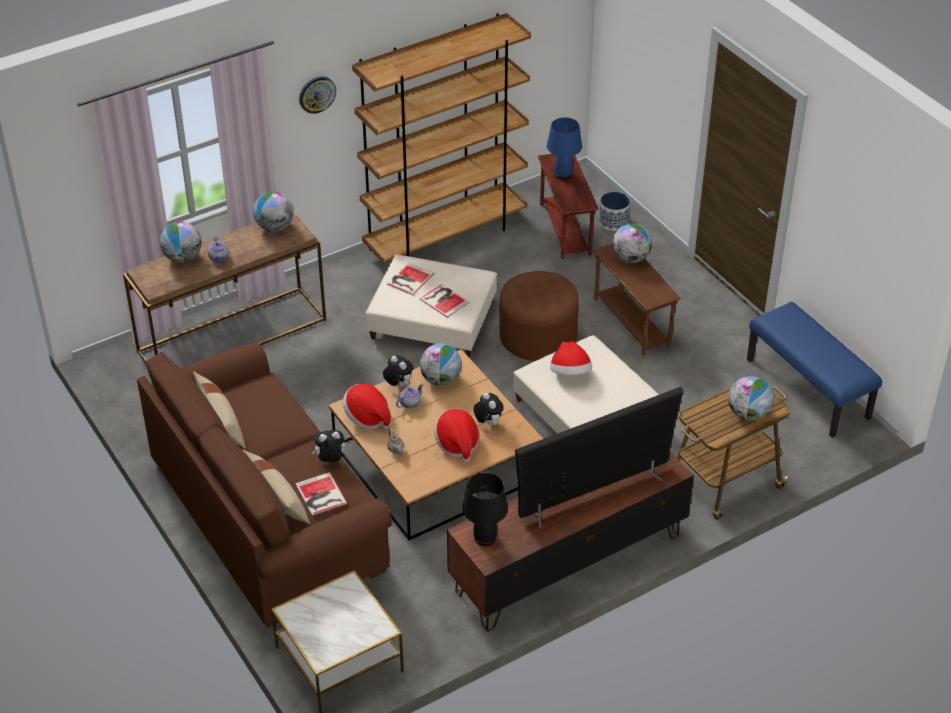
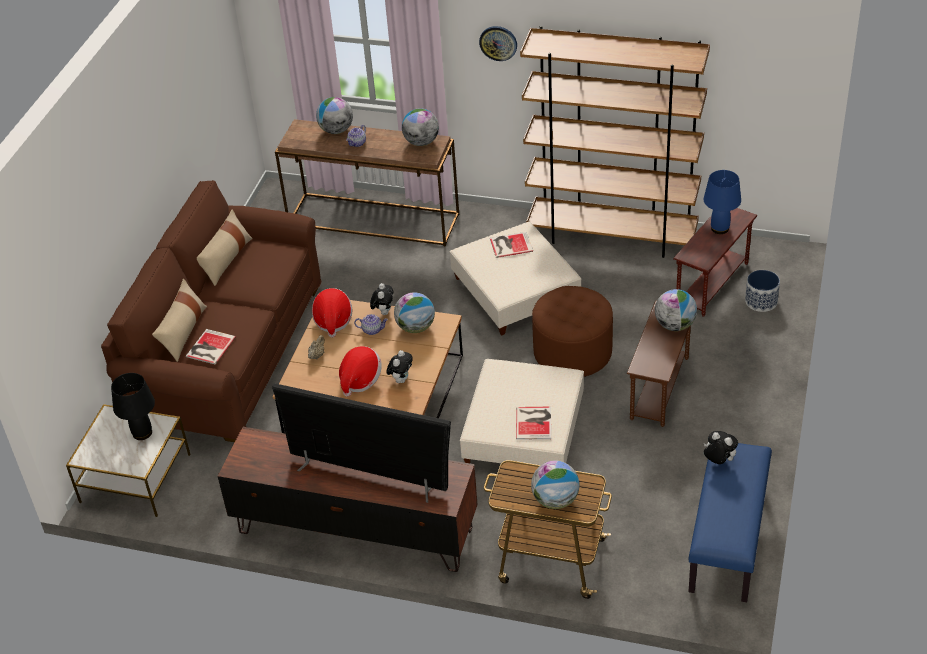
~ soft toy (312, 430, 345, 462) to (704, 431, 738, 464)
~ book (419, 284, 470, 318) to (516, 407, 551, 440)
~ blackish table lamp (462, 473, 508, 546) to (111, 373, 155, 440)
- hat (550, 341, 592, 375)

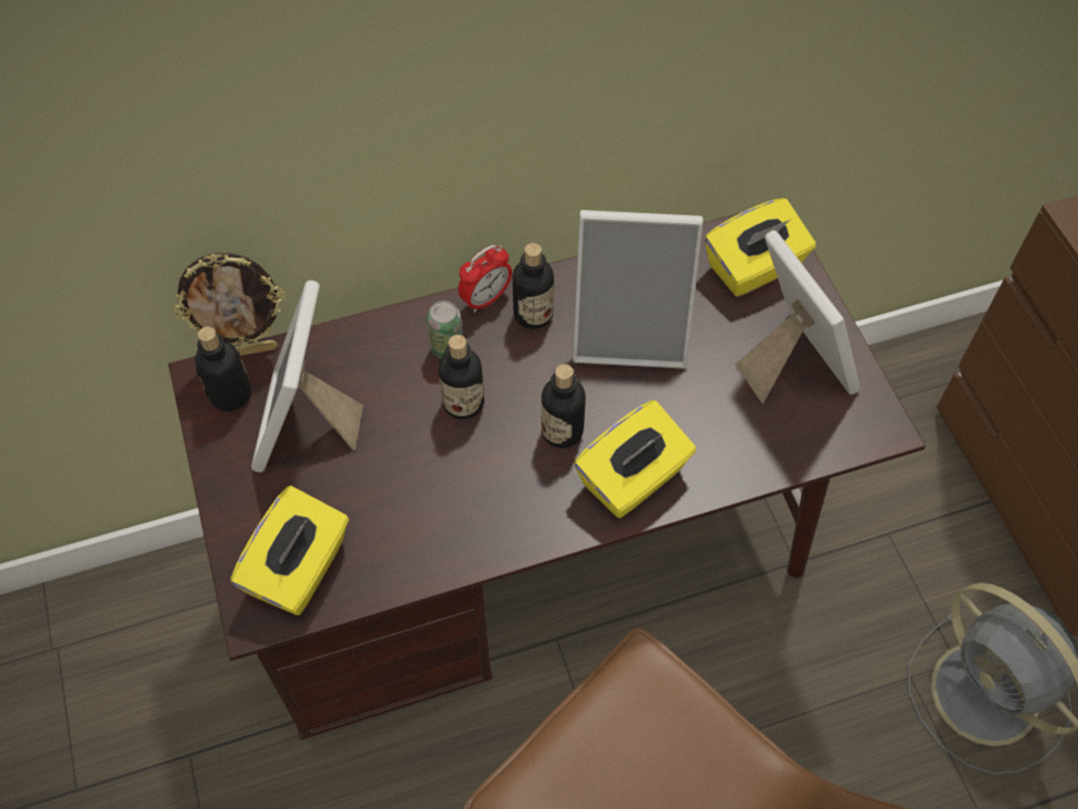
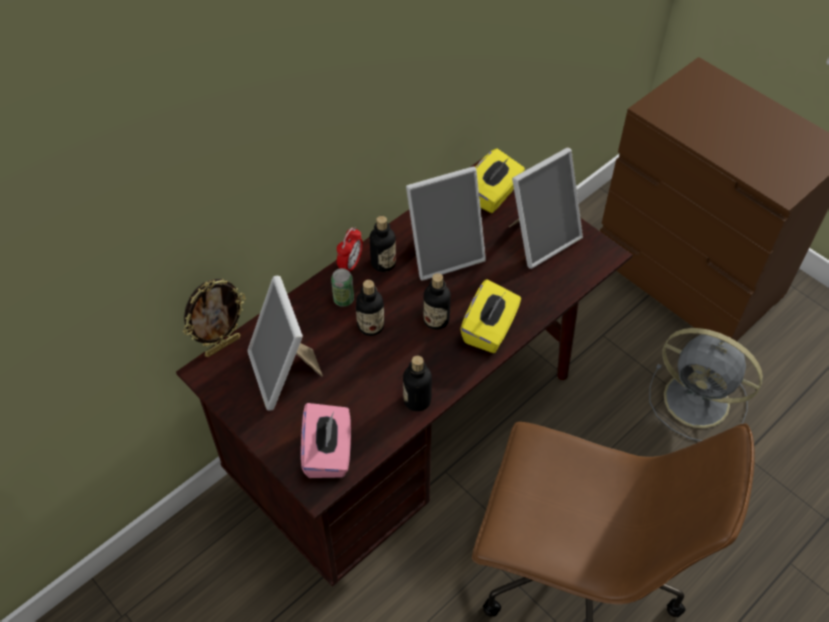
~ drink bottle (195, 327, 251, 411) to (403, 356, 432, 411)
~ yellow tissue box (230, 486, 349, 615) to pink tissue box (301, 403, 351, 478)
~ picture frame (735, 230, 860, 403) = (509, 148, 583, 269) 105 degrees clockwise

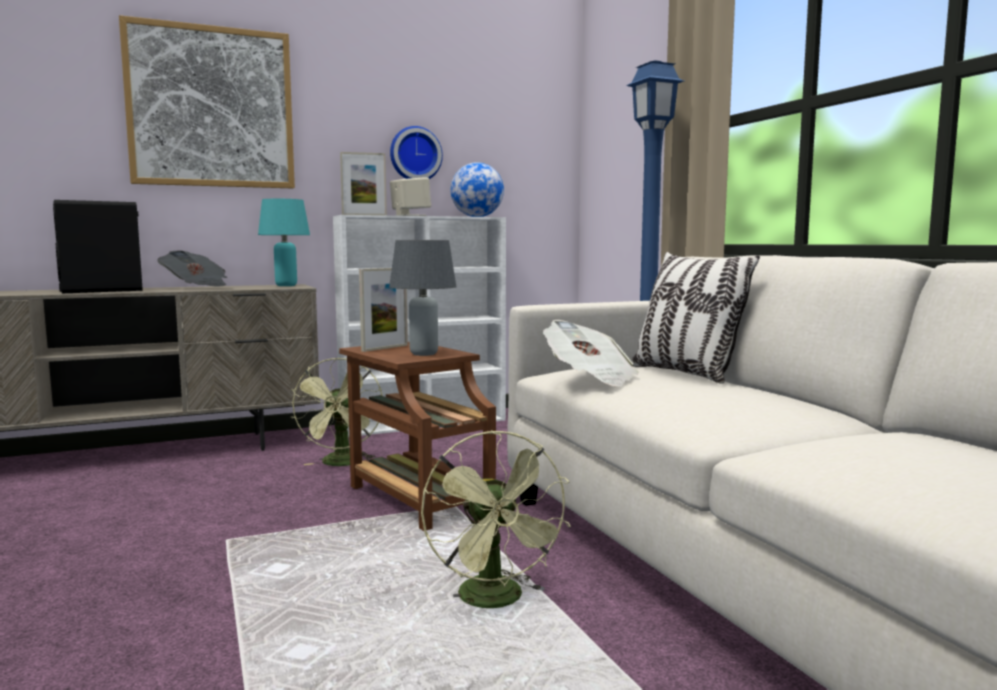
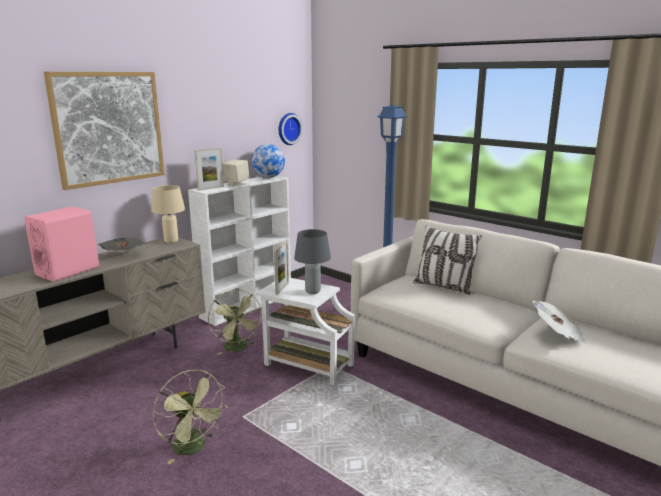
~ blackish speaker (53, 200, 142, 293) to pink speaker (24, 206, 99, 282)
~ turquoise-coloured table lamp (258, 199, 310, 286) to sand-coloured table lamp (151, 185, 185, 243)
~ brownish side table (339, 342, 496, 531) to whitish side table (256, 277, 355, 385)
~ hanging clock (390, 126, 443, 179) to (279, 113, 303, 145)
~ green-coloured fan (421, 430, 571, 608) to (152, 370, 228, 464)
~ printed paper (543, 320, 639, 387) to (533, 301, 587, 344)

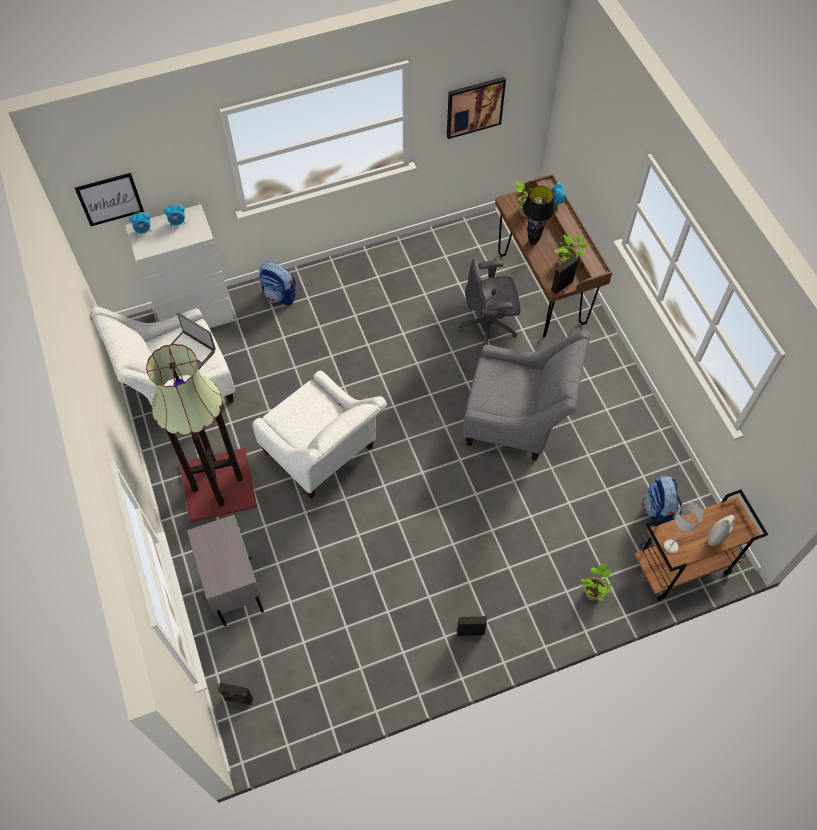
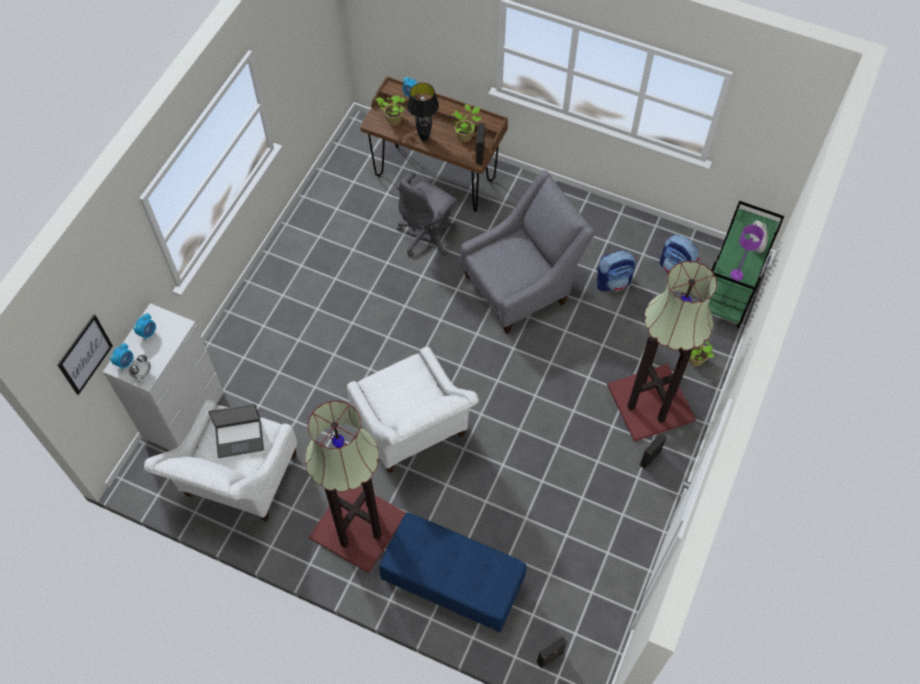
~ gray nightstand (187, 515, 264, 626) to blue-coloured indoor bench (379, 513, 527, 632)
~ whitish armchair (253, 370, 387, 499) = (347, 347, 479, 473) 60 degrees clockwise
~ backpack (259, 262, 296, 306) to (596, 250, 636, 291)
- picture (447, 77, 506, 139)
~ brownish trolley (634, 489, 768, 601) to green-coloured trolley (709, 201, 784, 328)
~ gray table lamp (664, 503, 703, 553) to purplish table lamp (730, 225, 764, 281)
+ alarm clock (129, 355, 151, 381)
+ standard lamp (607, 261, 717, 442)

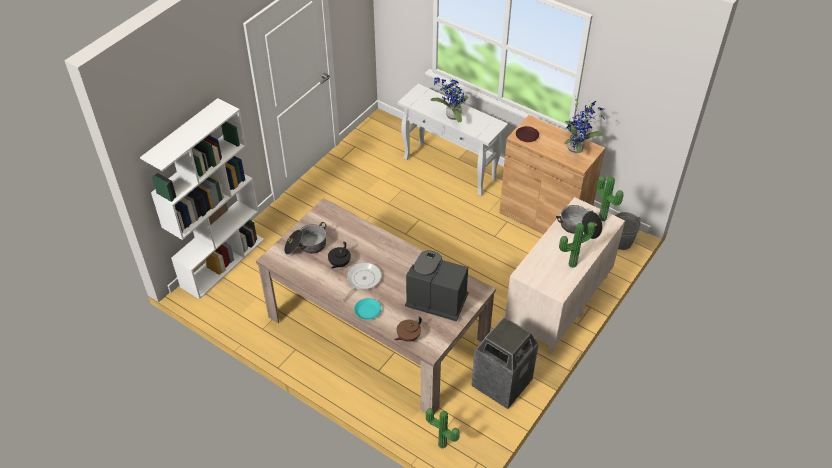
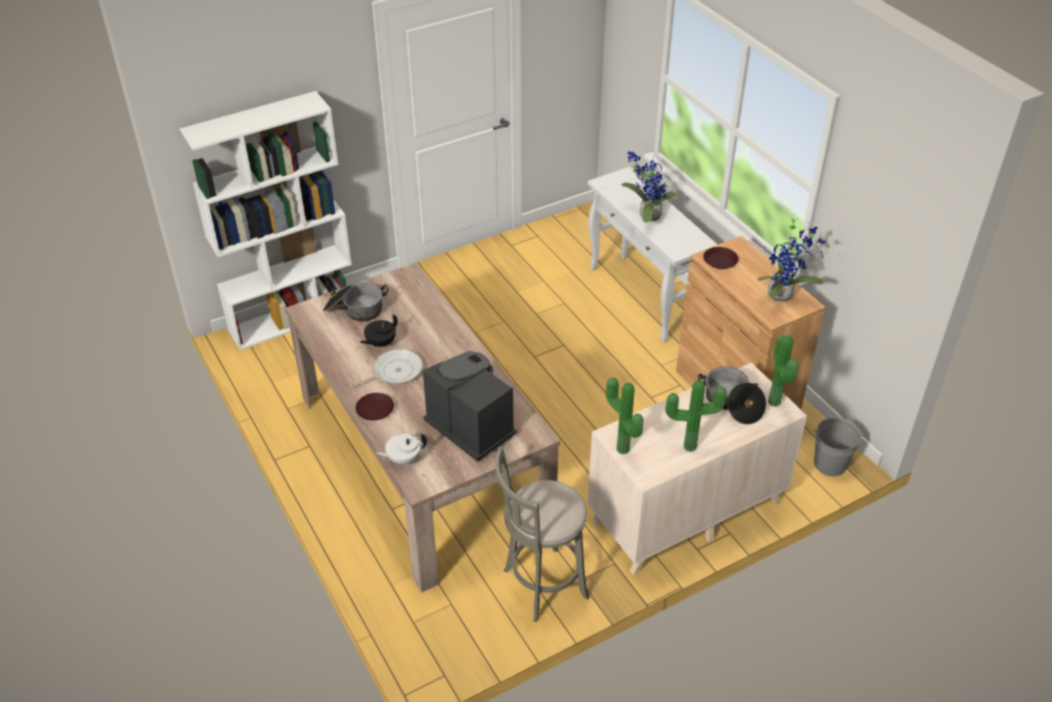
~ turquoise-coloured flat dish (354, 298, 381, 320) to brownish flat dish (356, 393, 394, 420)
~ brownish tea pot (394, 317, 422, 342) to whitish tea pot (376, 433, 427, 465)
~ houseplant (426, 408, 460, 449) to (606, 377, 643, 455)
~ waste bin (471, 317, 539, 409) to gray stool (495, 447, 589, 622)

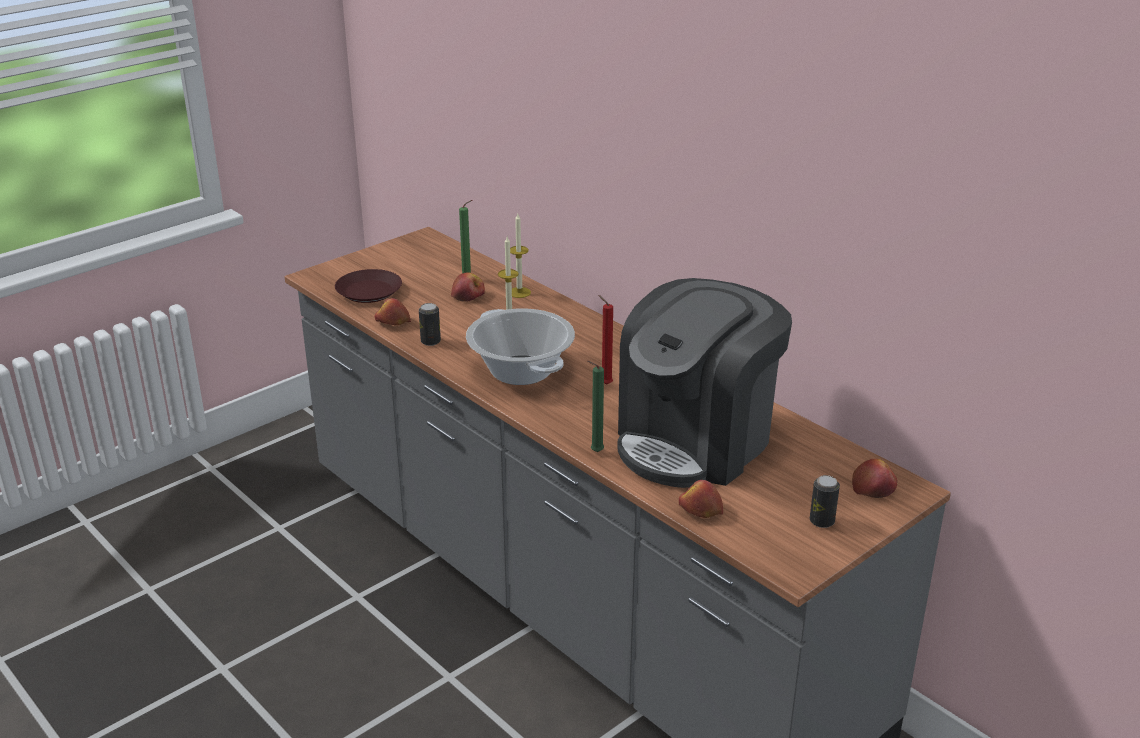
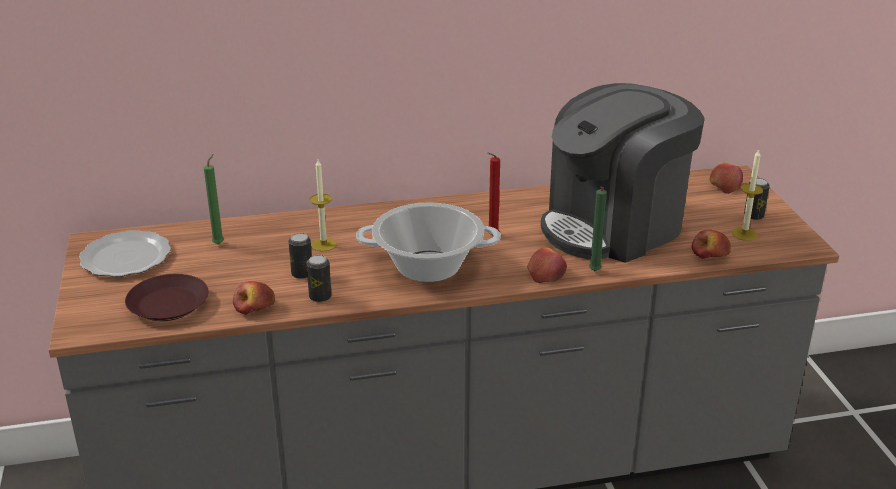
~ apple (451, 272, 485, 302) to (527, 247, 567, 283)
~ wax light (510, 214, 531, 298) to (732, 149, 763, 241)
~ coffee maker (618, 278, 792, 488) = (541, 83, 705, 263) 75 degrees clockwise
+ flat dish (79, 230, 171, 277)
+ sealed can (288, 233, 312, 279)

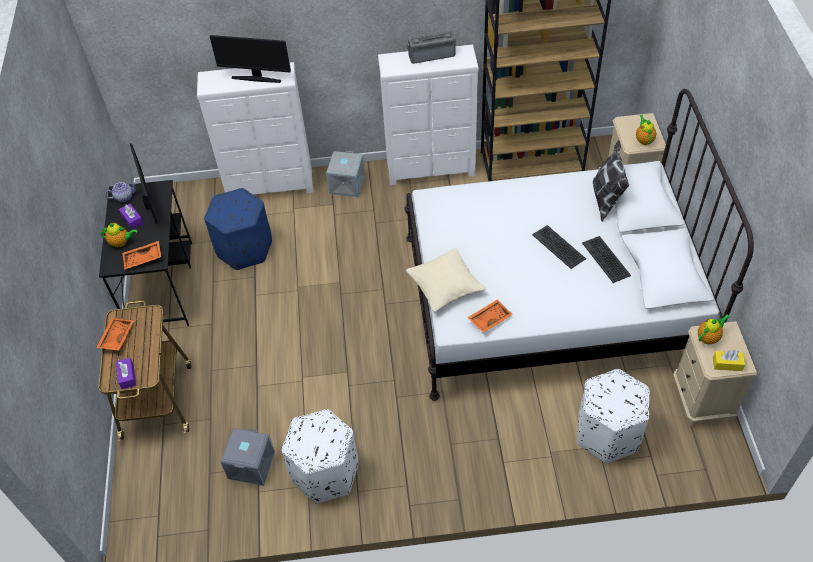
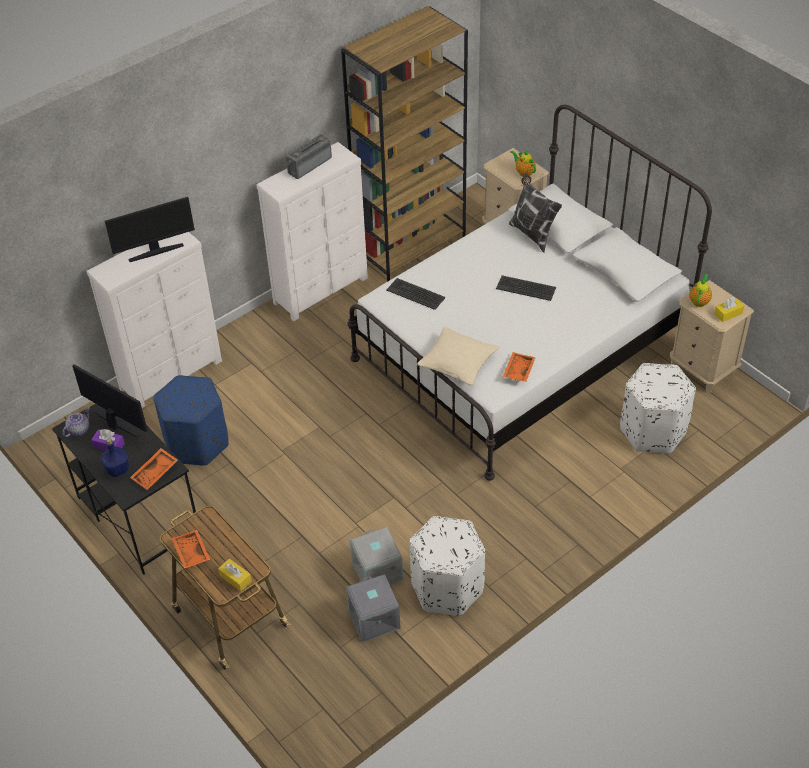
~ tea pot (100, 223, 137, 248) to blue-coloured drink bottle (100, 439, 129, 477)
~ purplish tissue box (116, 358, 136, 389) to yellow tissue box (218, 559, 252, 592)
~ gray storage container (326, 151, 365, 197) to (350, 527, 403, 585)
~ computer keyboard (582, 236, 631, 283) to (386, 278, 445, 310)

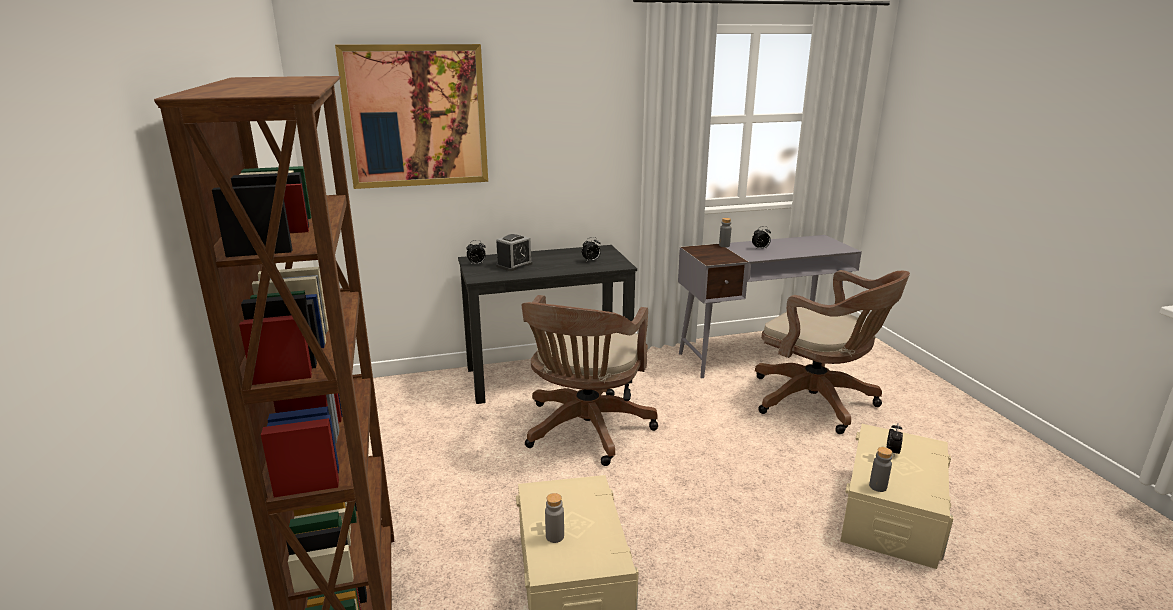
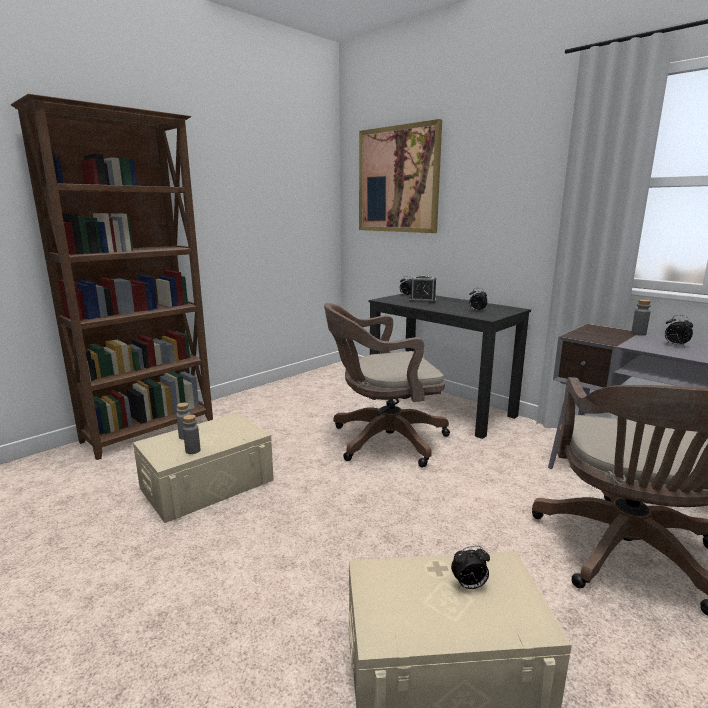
~ gray drink bottle (869, 447, 892, 492) to (183, 415, 200, 454)

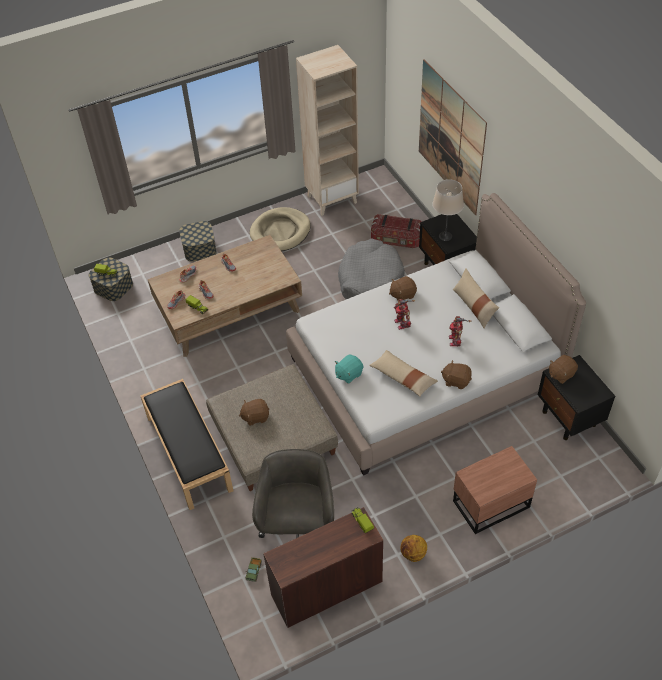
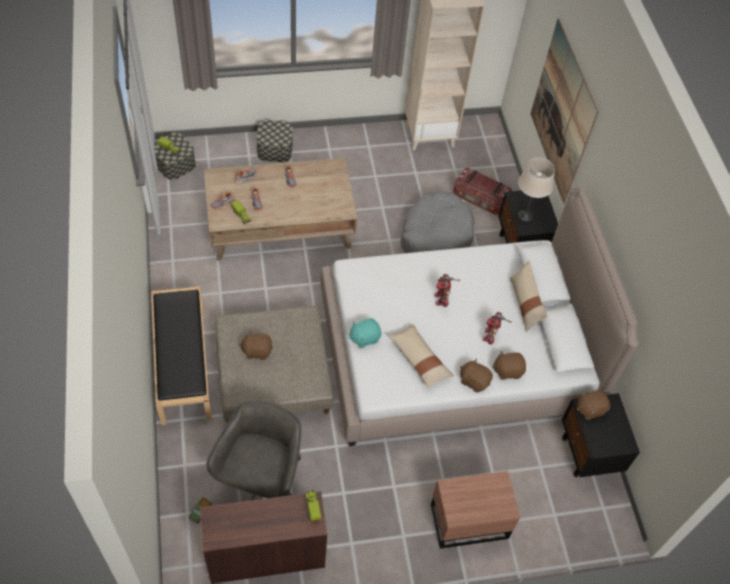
- sand-coloured dog cushion (250, 207, 311, 251)
~ brownish soft toy (389, 276, 417, 300) to (492, 351, 526, 380)
- basketball (400, 535, 427, 562)

